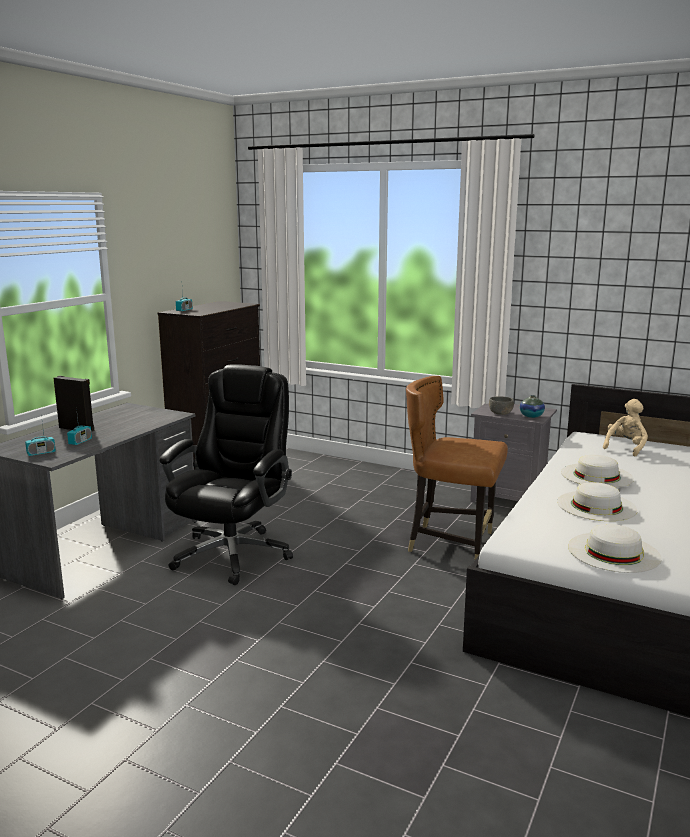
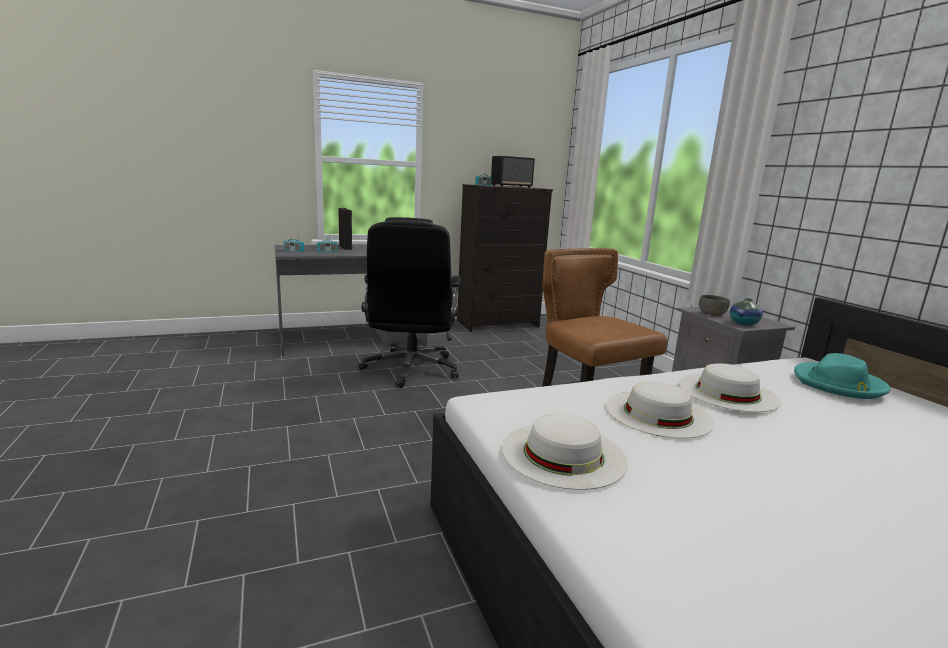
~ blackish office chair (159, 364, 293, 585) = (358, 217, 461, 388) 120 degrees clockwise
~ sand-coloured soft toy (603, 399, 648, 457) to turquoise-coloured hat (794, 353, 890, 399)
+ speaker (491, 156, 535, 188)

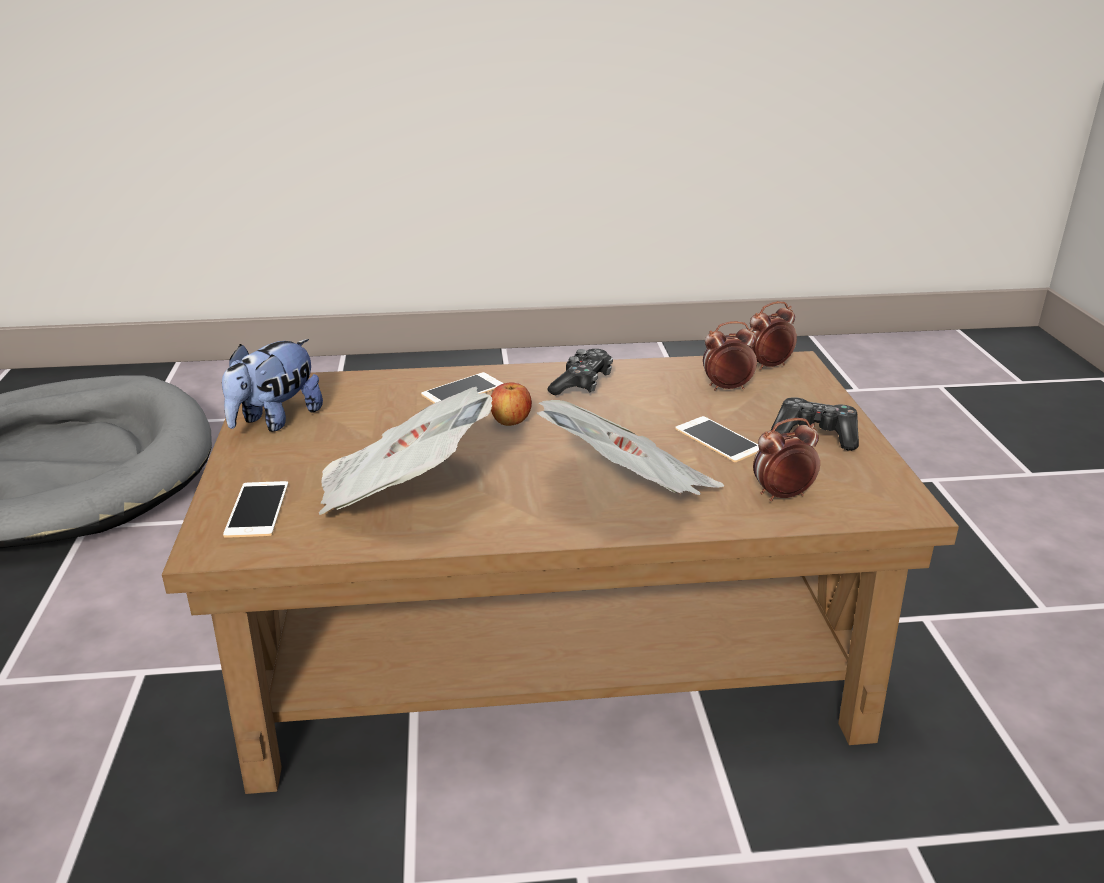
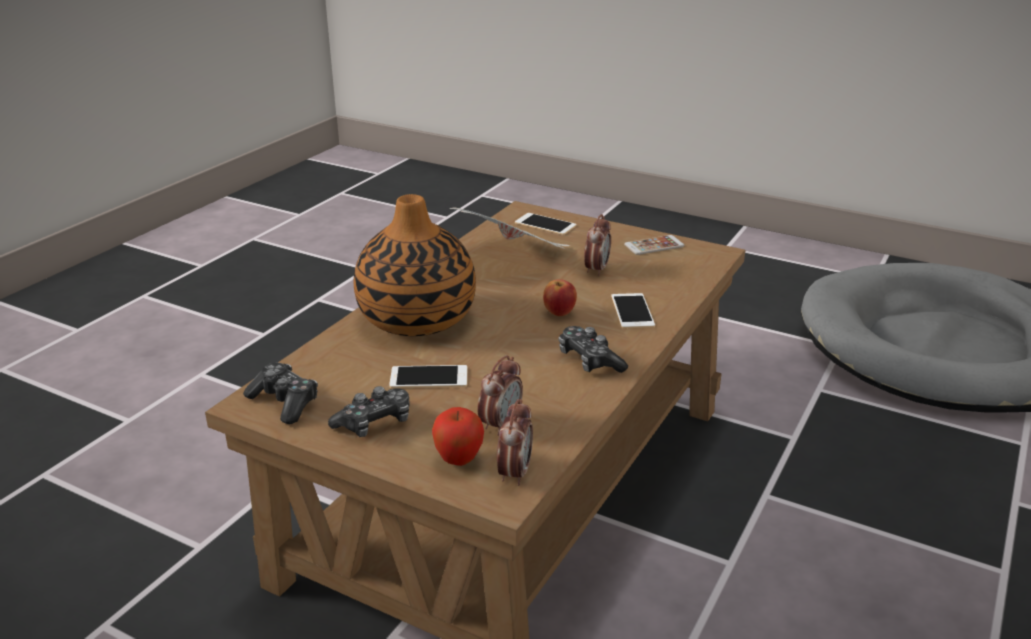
~ soft toy (222, 339, 323, 432) to handset (624, 235, 684, 255)
~ printed paper (537, 400, 724, 495) to decorative vase (354, 194, 476, 336)
~ alarm clock (753, 418, 820, 501) to (584, 214, 611, 276)
+ joypad (243, 363, 318, 424)
+ apple (432, 407, 484, 466)

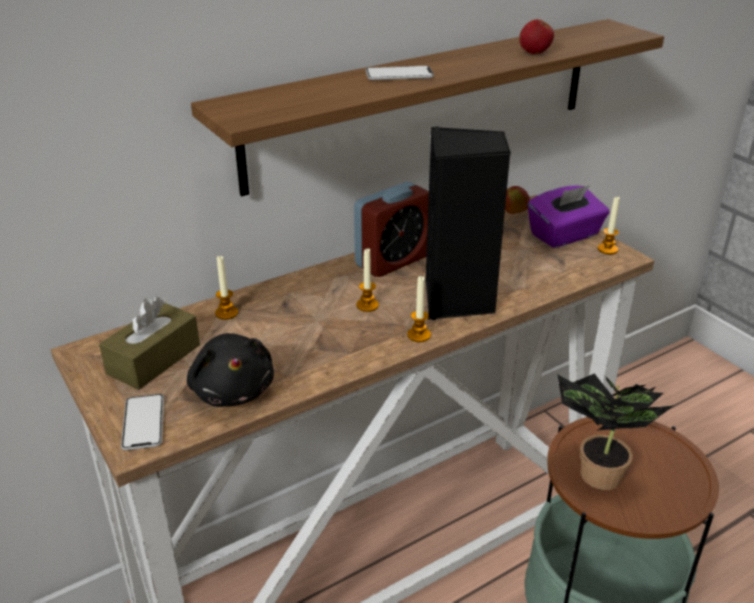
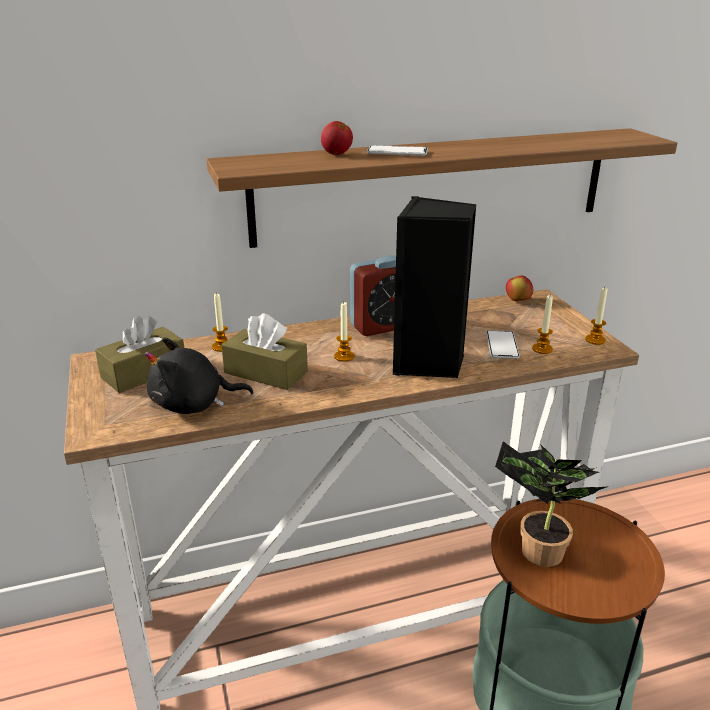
~ handset (121, 394, 164, 450) to (486, 330, 520, 359)
~ blackish soft toy (187, 333, 274, 407) = (145, 337, 253, 414) 90 degrees clockwise
~ wax light (407, 276, 431, 342) to (532, 295, 553, 354)
~ apple (519, 19, 554, 54) to (321, 121, 353, 155)
- purplish tissue box (527, 185, 610, 248)
+ brownish tissue box (221, 313, 308, 390)

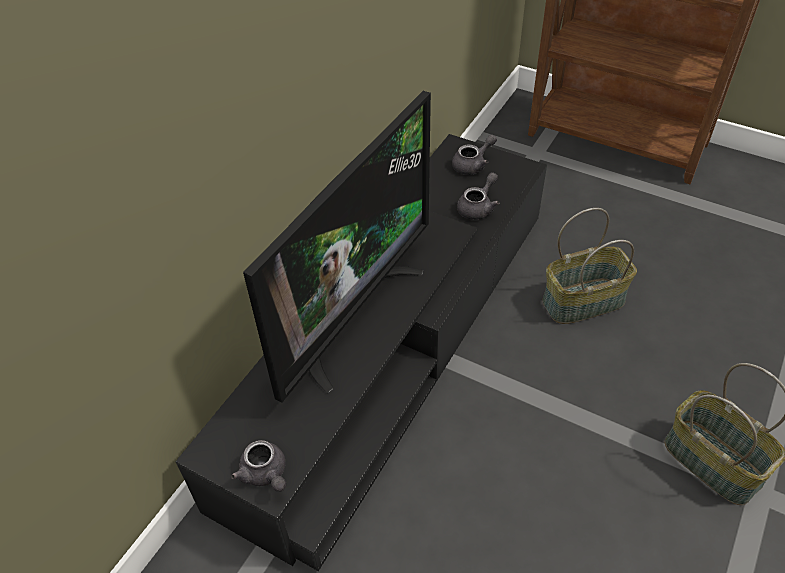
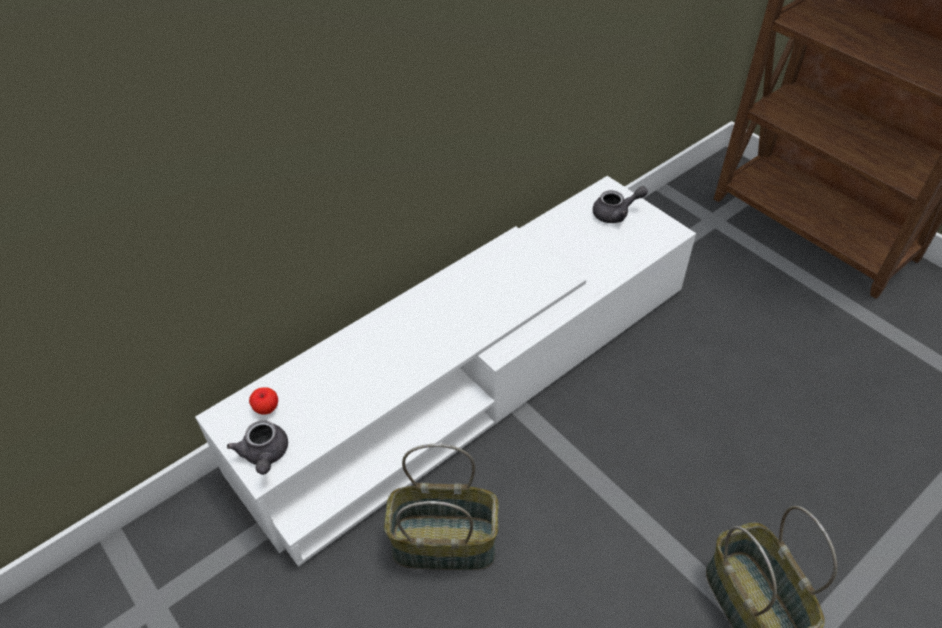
~ blackish media console (176, 134, 547, 571) to whitish media console (195, 176, 696, 567)
- TV set (243, 91, 431, 402)
- gray tea pot (457, 172, 500, 220)
~ household basket (542, 208, 637, 324) to (384, 444, 499, 570)
+ apple (249, 387, 278, 415)

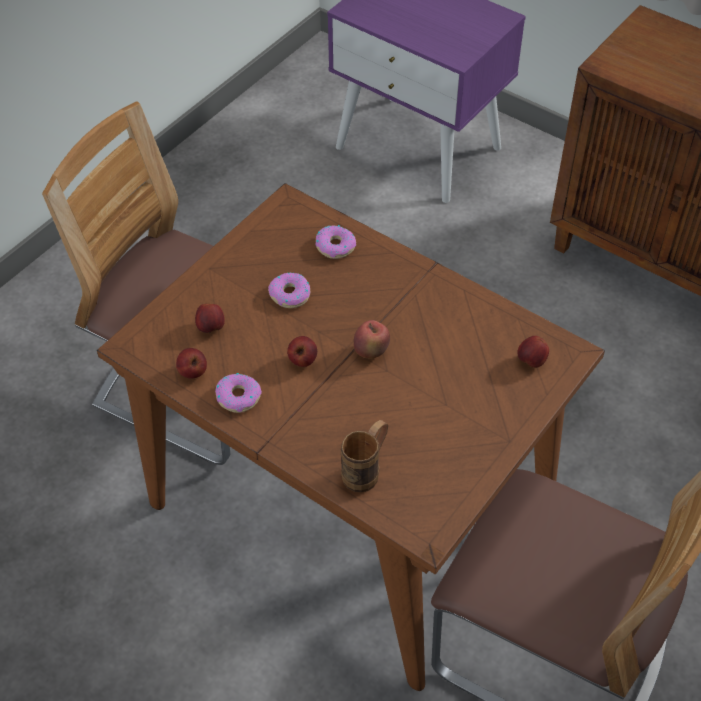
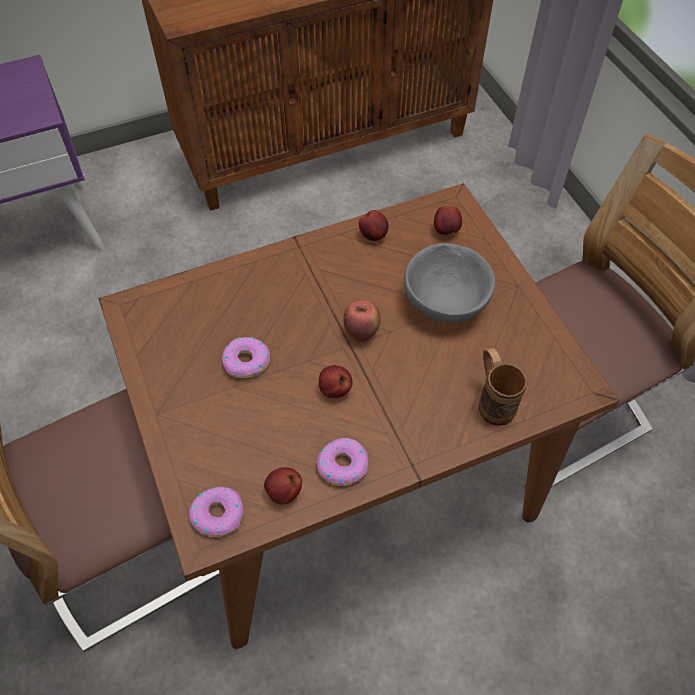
~ apple (195, 304, 225, 333) to (359, 210, 388, 241)
~ ring doughnut (316, 225, 356, 259) to (189, 487, 243, 537)
+ gray deep dish (404, 243, 495, 323)

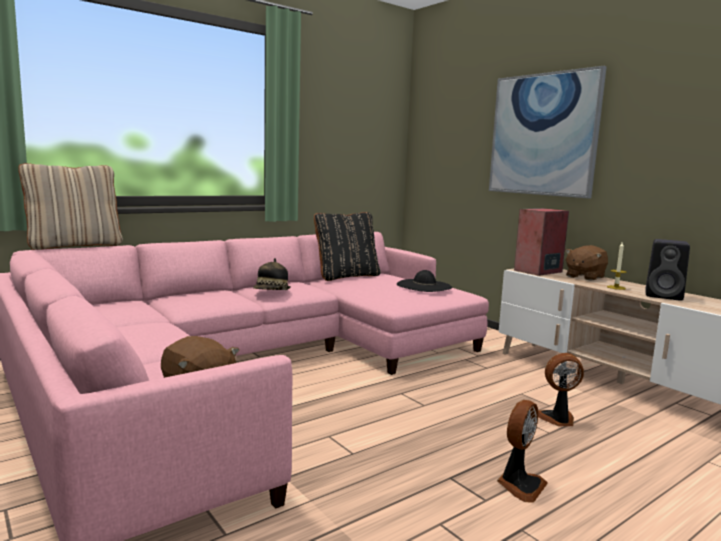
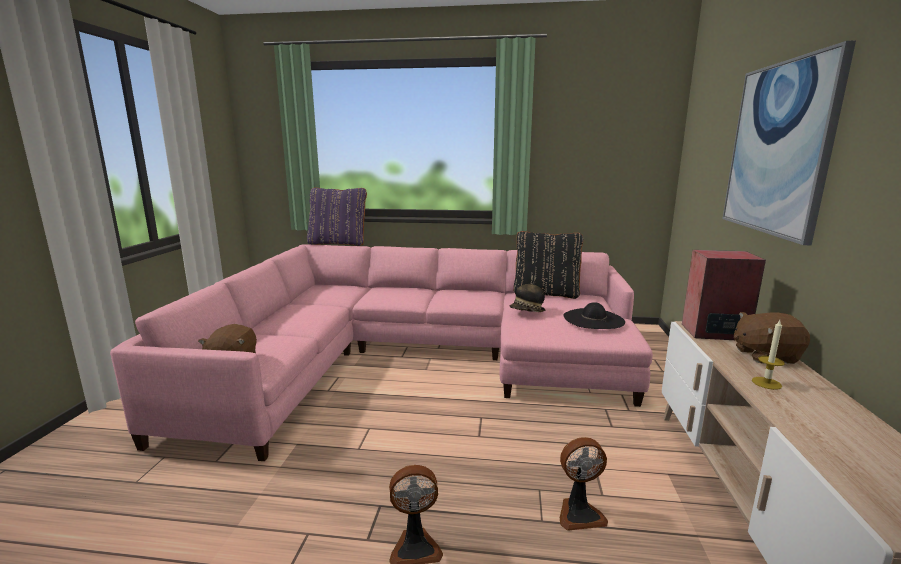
~ sand-coloured cushion (18, 163, 123, 250) to purplish cushion (307, 188, 367, 246)
~ hat (253, 258, 291, 290) to (510, 281, 545, 312)
~ fan (538, 353, 584, 426) = (560, 437, 608, 531) 135 degrees clockwise
- blackish speaker (645, 239, 690, 300)

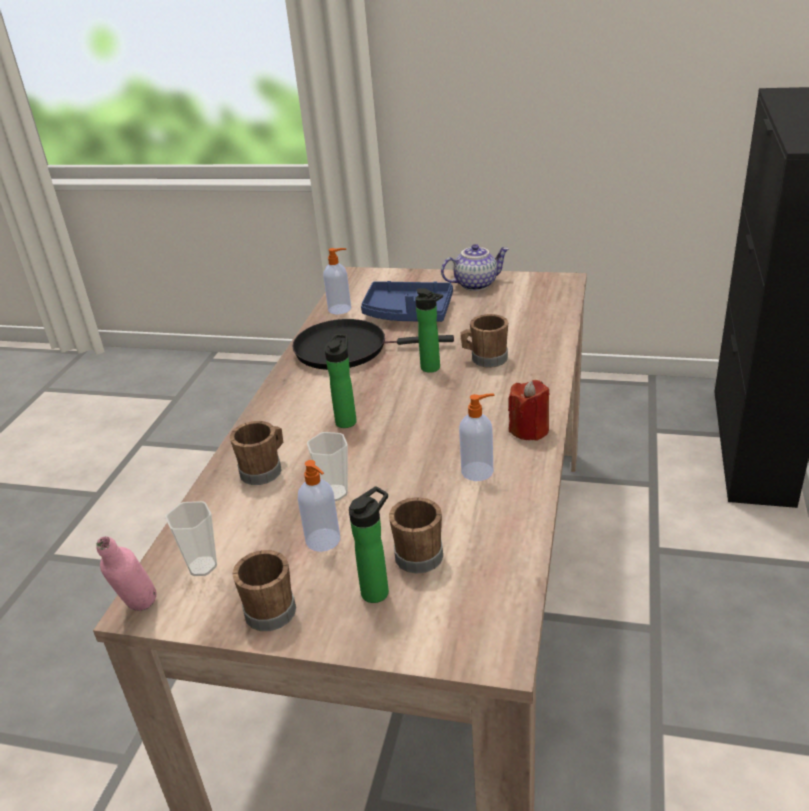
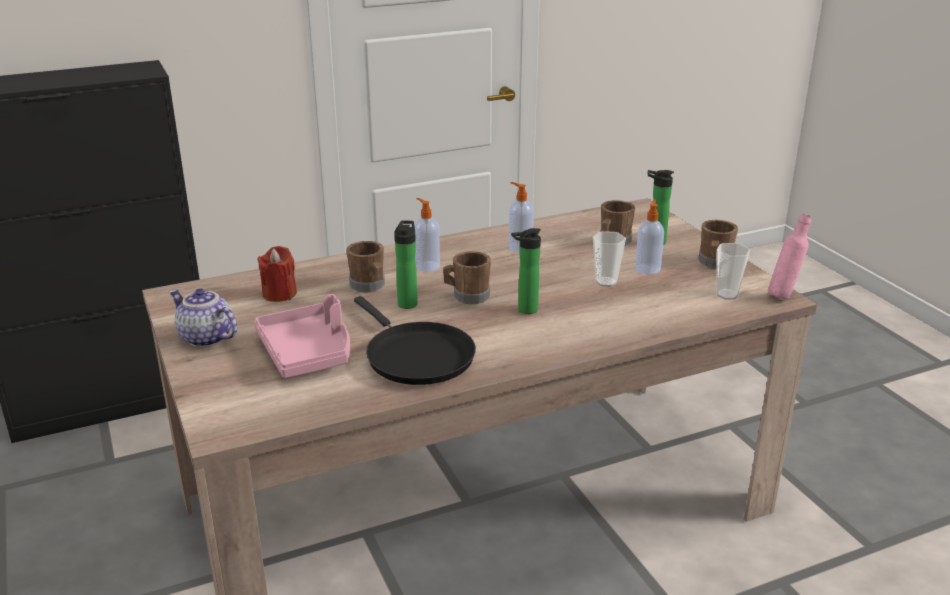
~ brownish tea mug (230, 421, 283, 485) to (443, 251, 491, 304)
~ soap bottle (323, 248, 351, 314) to (415, 198, 440, 272)
~ blue-coloured tray (361, 281, 453, 322) to pink tray (254, 294, 350, 378)
~ reddish wax light (508, 380, 549, 441) to (258, 246, 297, 302)

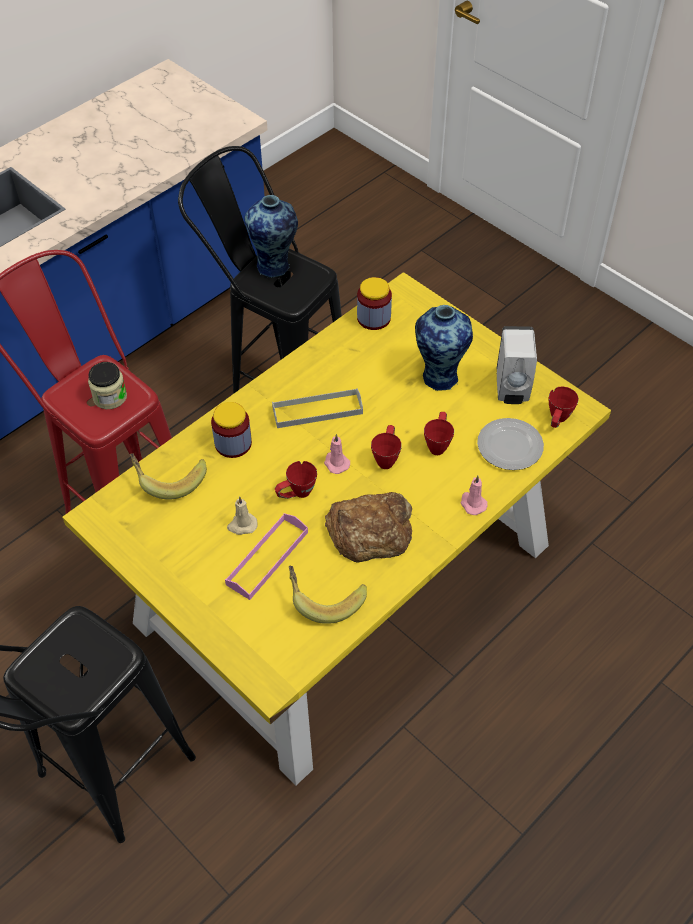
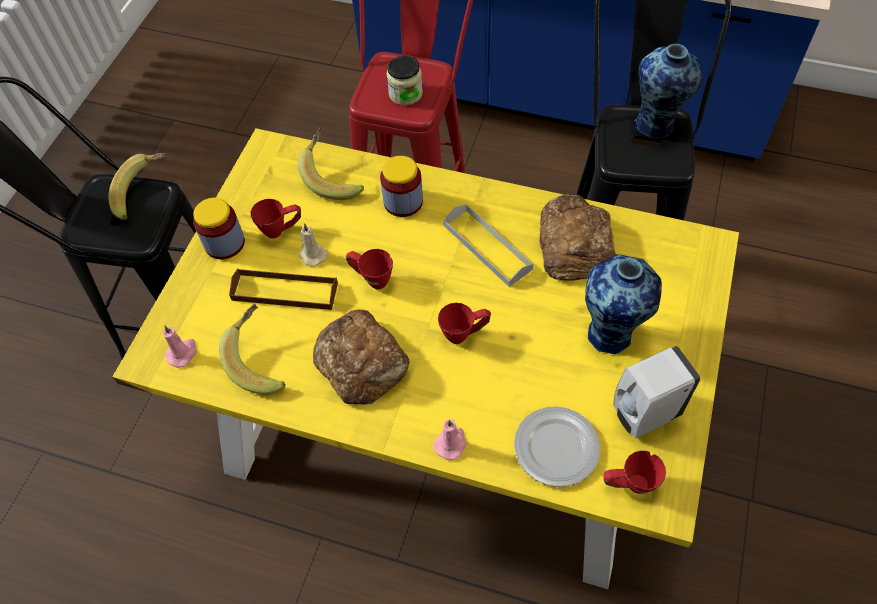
~ pink tray (225, 513, 308, 600) to brownish tray (229, 268, 338, 310)
~ pink wax light (324, 434, 350, 474) to (163, 326, 197, 368)
~ preserve jar (357, 277, 392, 330) to (193, 198, 245, 259)
~ reddish tea mug (424, 412, 454, 455) to (251, 199, 301, 239)
+ banana fruit (108, 153, 166, 220)
+ bakery bread (539, 195, 616, 281)

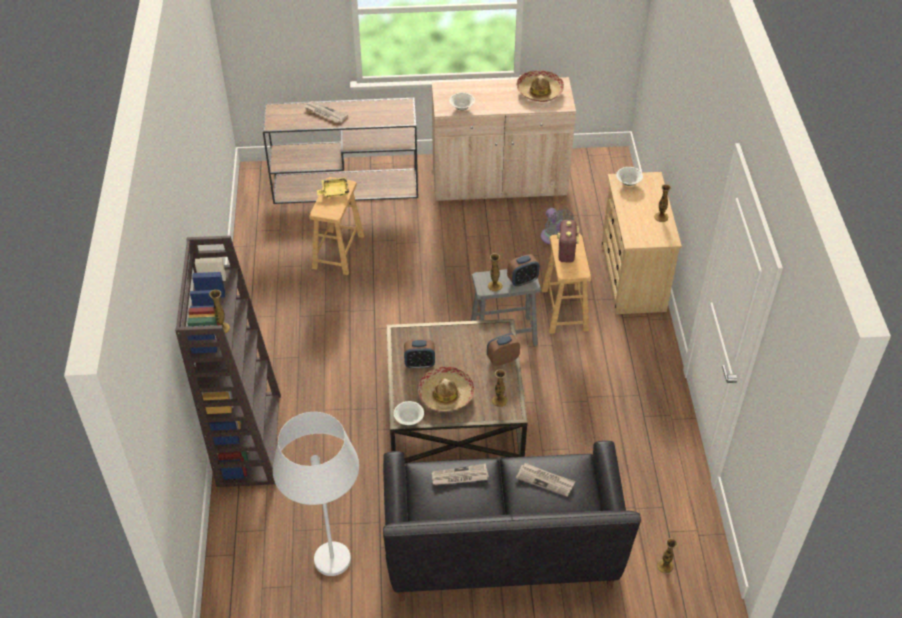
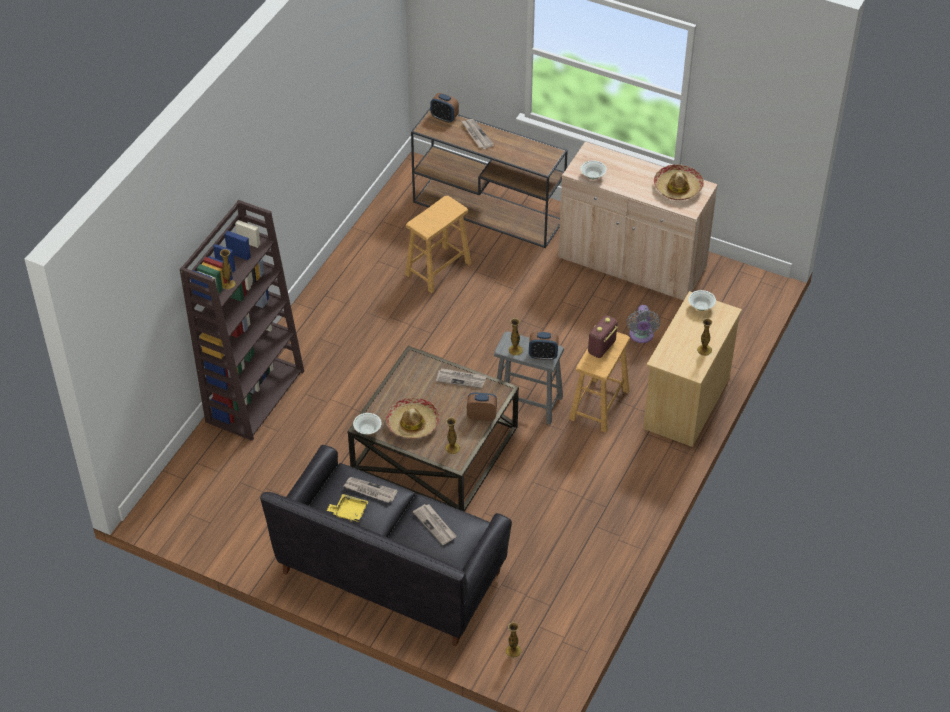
- whitish standard lamp (273, 412, 359, 576)
~ yellow tray (317, 177, 349, 197) to (327, 494, 369, 522)
~ alarm clock (404, 339, 435, 369) to (430, 93, 459, 123)
+ printed paper (436, 368, 487, 389)

